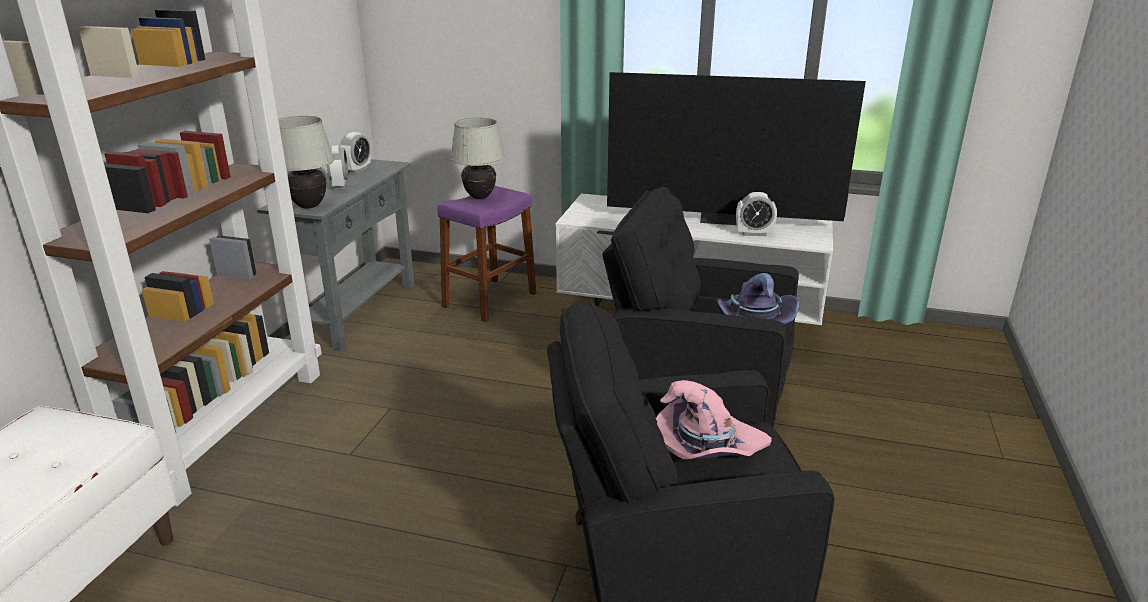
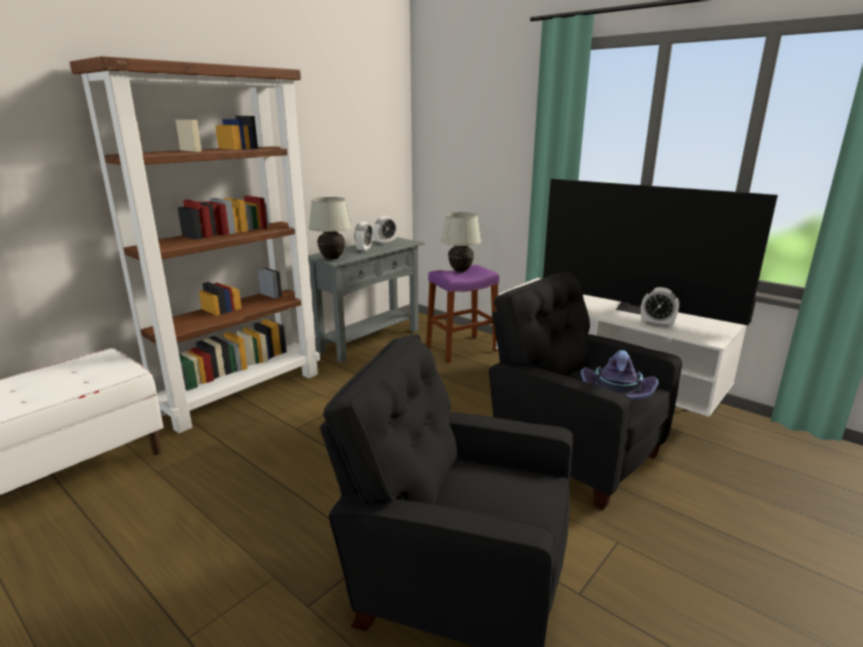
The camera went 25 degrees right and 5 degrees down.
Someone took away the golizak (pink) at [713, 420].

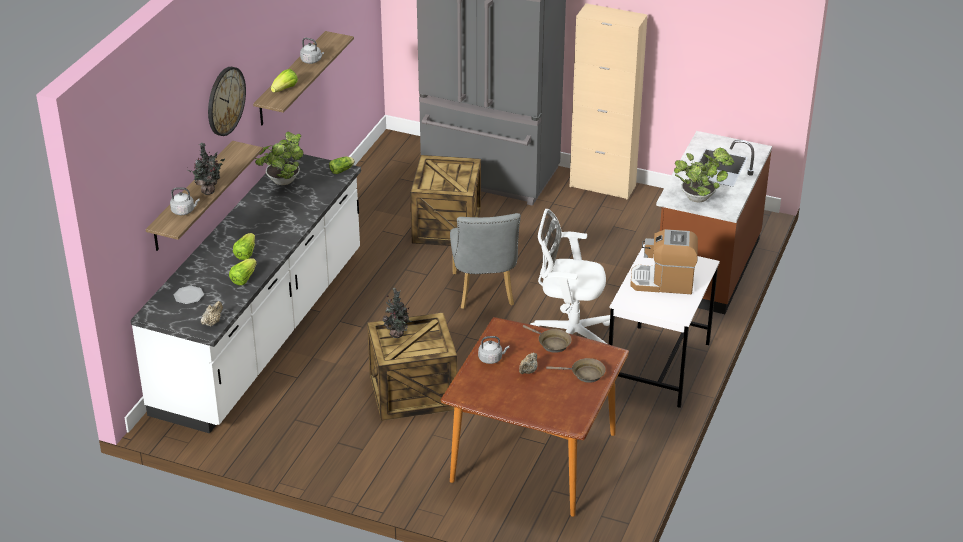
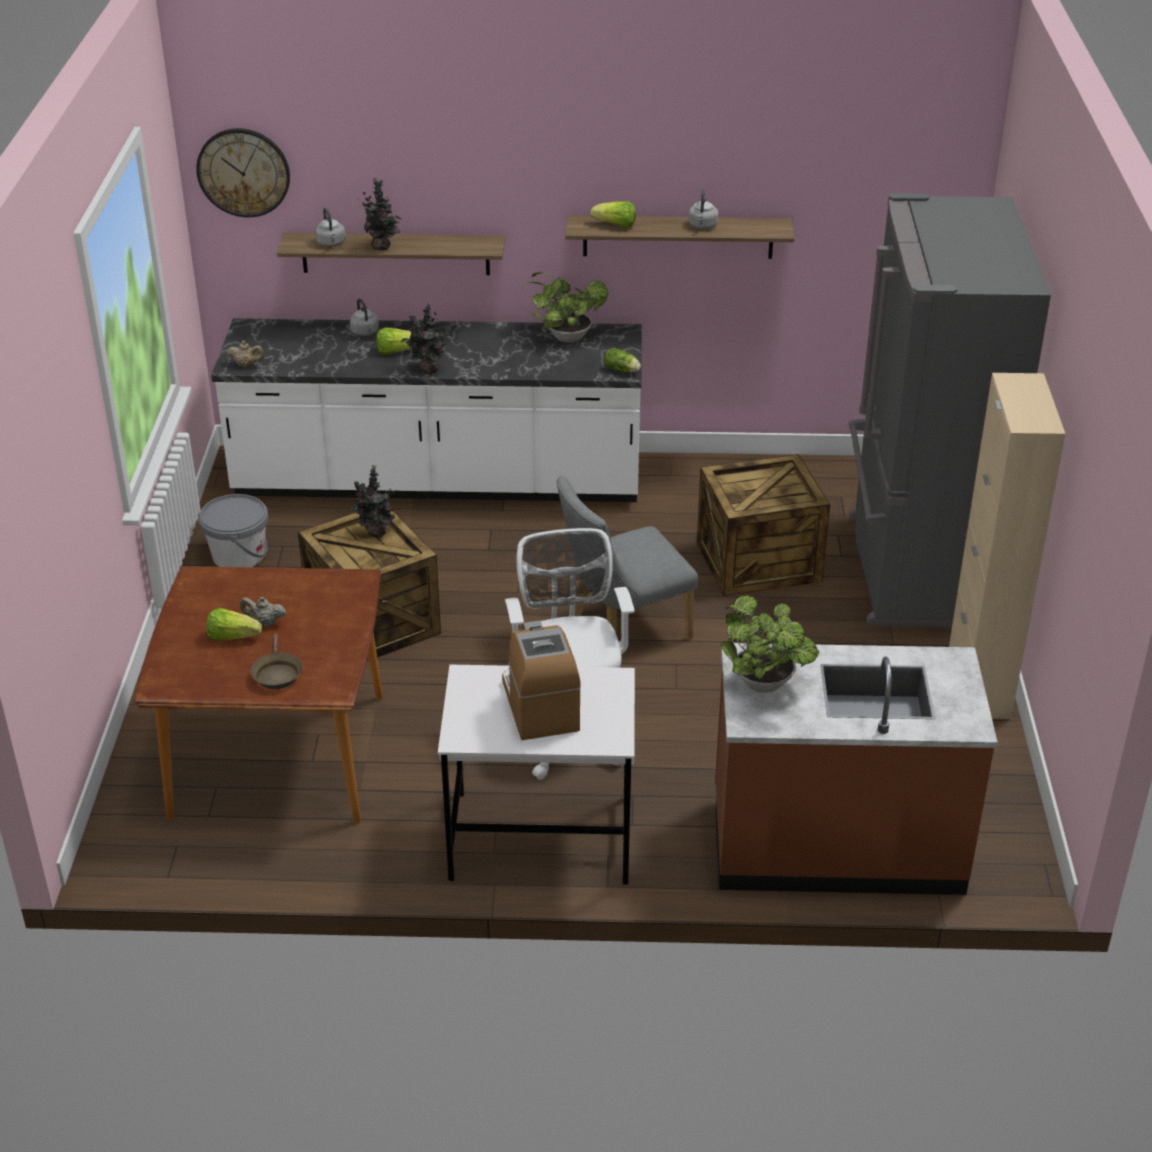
The camera went 70 degrees right and 0 degrees up.
Someone took away the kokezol at [189, 295].
Someone took away the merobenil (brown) at [547, 339].
Someone put down the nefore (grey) at [233, 530].
Someone put down the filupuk at [426, 338].
Someone carried the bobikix from [227, 101] to [243, 172].
Someone carried the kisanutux from [243, 271] to [234, 624].
Someone carried the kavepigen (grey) from [493, 350] to [364, 317].

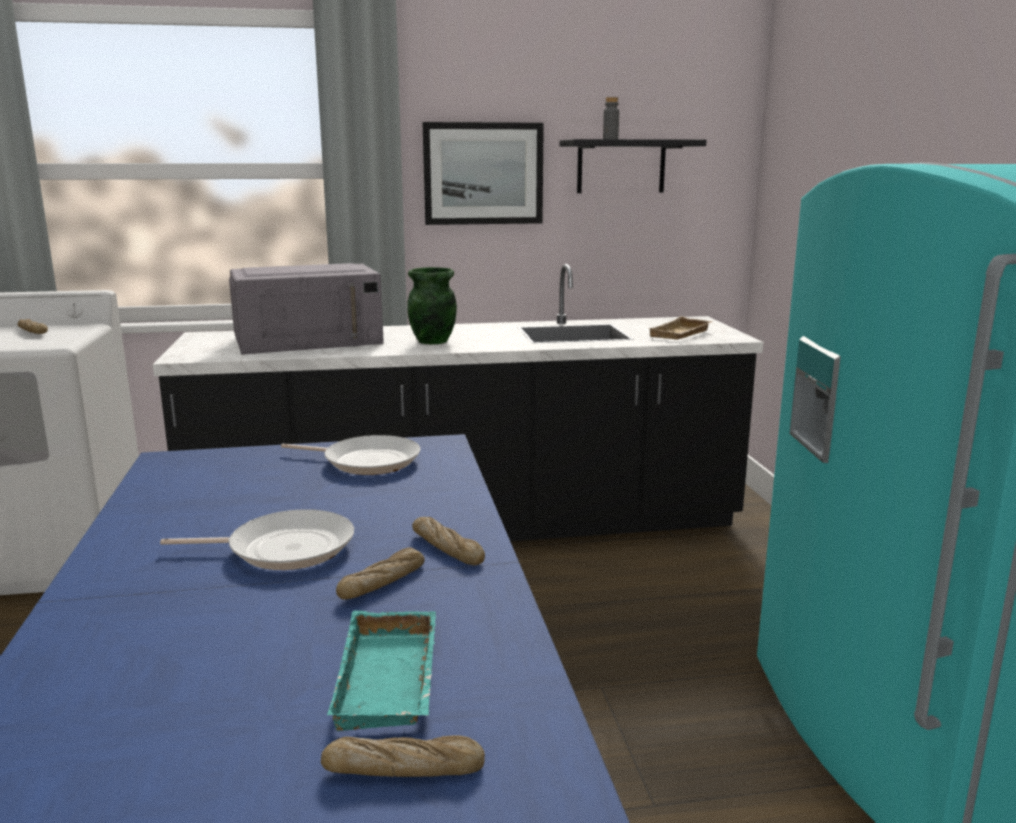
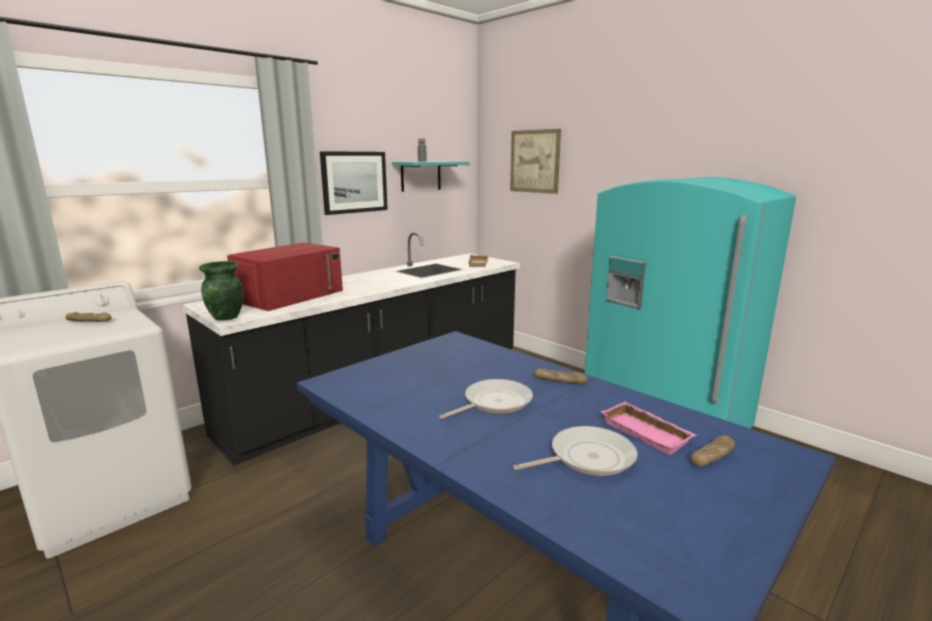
The camera went 35 degrees left and 0 degrees up.
Someone took away the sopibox at [380, 574].
Someone put up the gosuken at [535, 161].
Someone carried the merobenil from [350, 455] to [575, 451].
Someone carried the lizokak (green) from [432, 305] to [221, 291].
Someone repainted the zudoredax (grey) at [306, 309], which became the zudoredax (red) at [285, 277].
Someone repainted the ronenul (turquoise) at [381, 671], which became the ronenul (pink) at [648, 429].
Someone repainted the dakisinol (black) at [632, 166], which became the dakisinol (turquoise) at [431, 177].

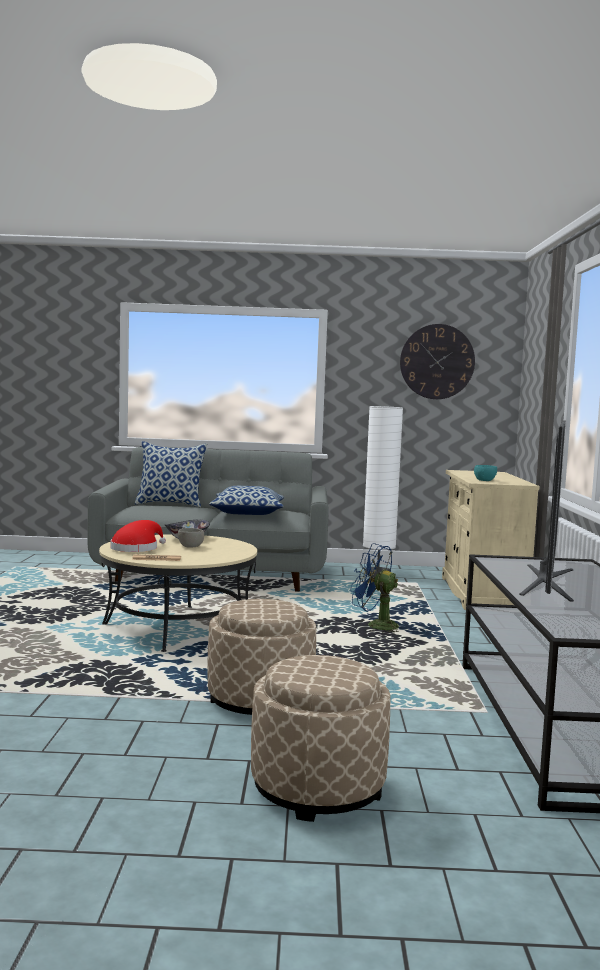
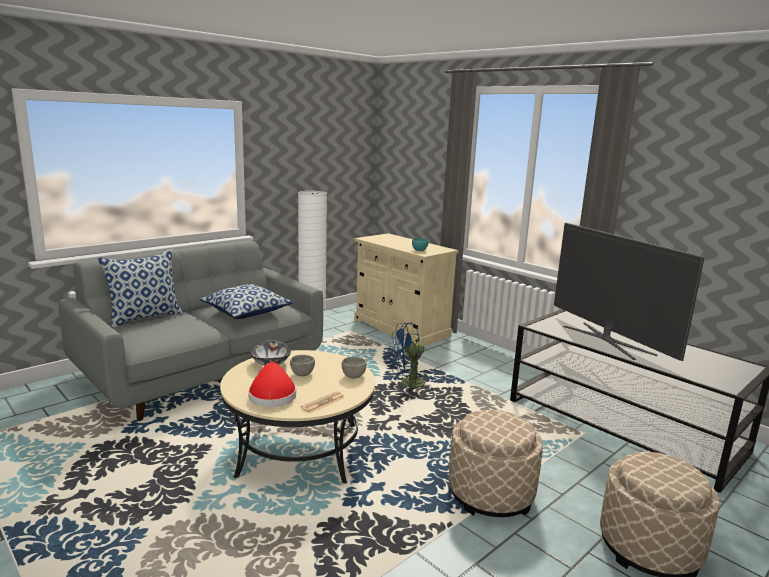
The camera went 45 degrees left and 10 degrees up.
Someone took away the bobikix at [437, 361].
Someone put down the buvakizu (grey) at [354, 368].

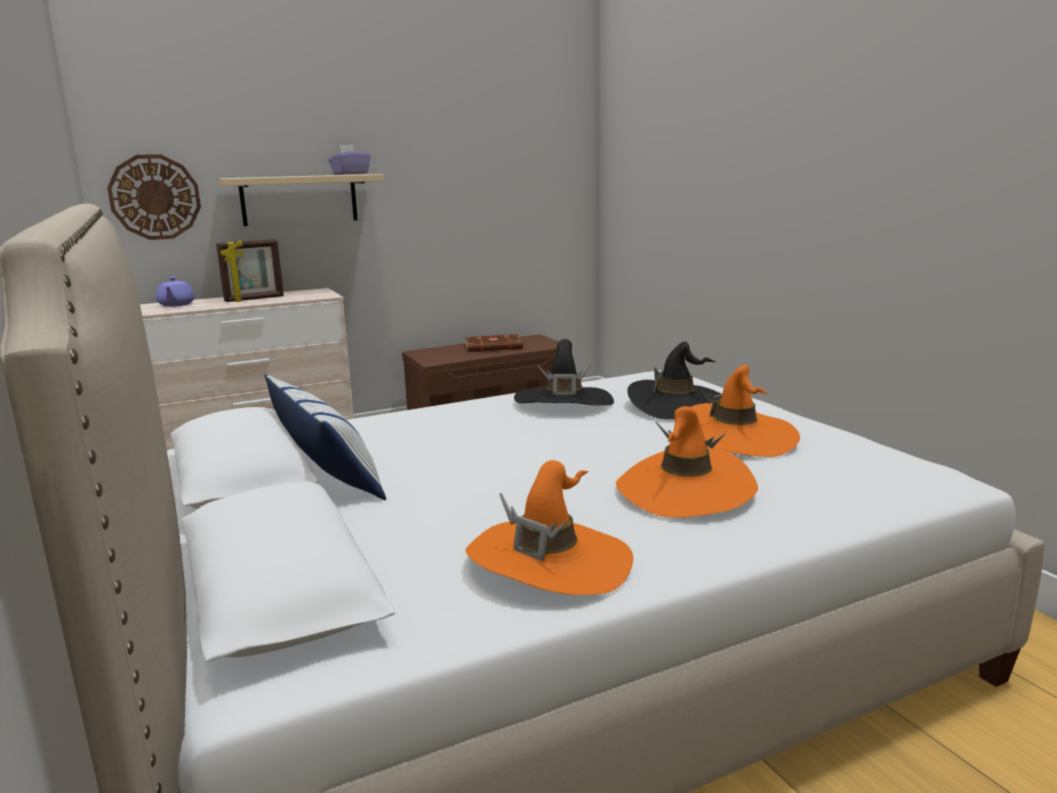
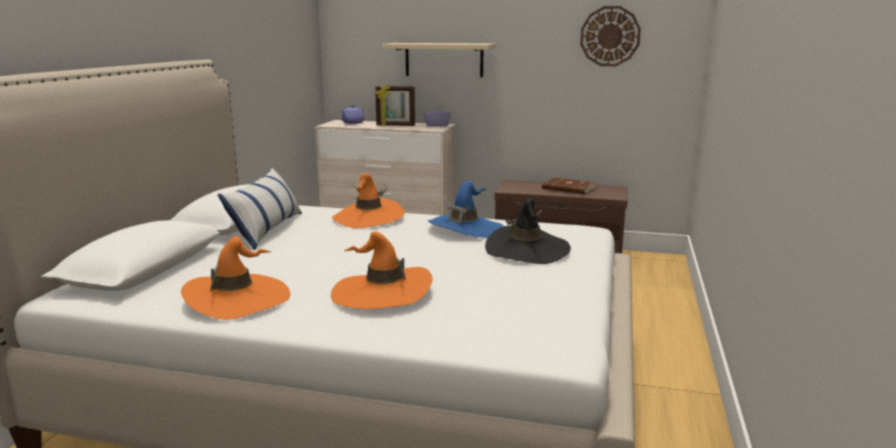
The camera went 40 degrees right and 0 degrees up.
Someone carried the bobikix from [154, 197] to [610, 36].
Someone carried the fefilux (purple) from [349, 160] to [437, 116].
Someone carried the golizak (orange) from [745, 411] to [368, 200].
Someone repainted the golizak (black) at [564, 372], which became the golizak (blue) at [465, 209].

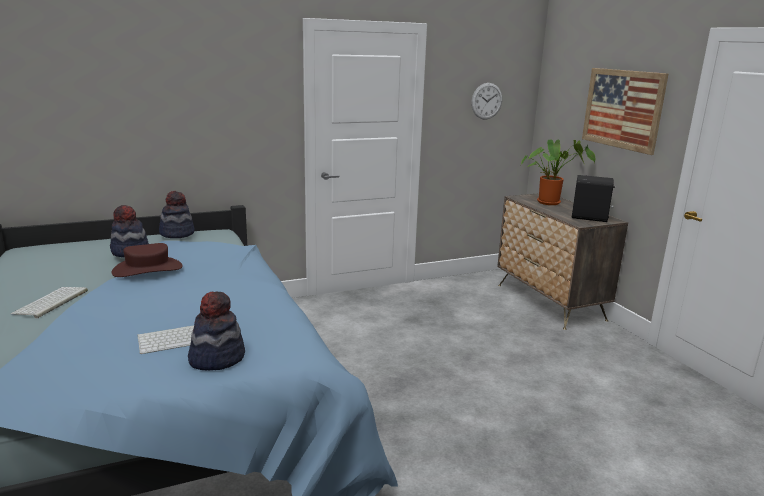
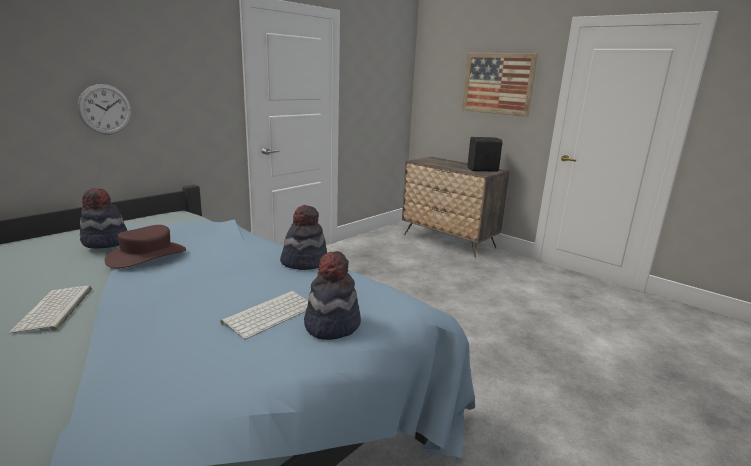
The camera went 25 degrees left and 0 degrees up.
Someone took away the filupuk at [558, 172].
Someone carried the golizak from [177, 214] to [303, 237].
Someone carried the bobikix from [486, 101] to [104, 109].

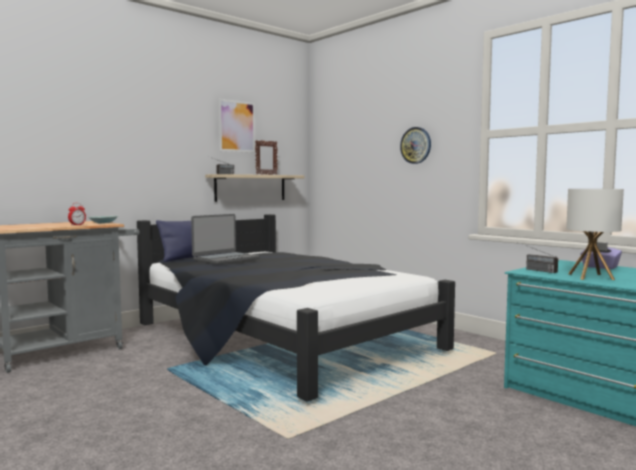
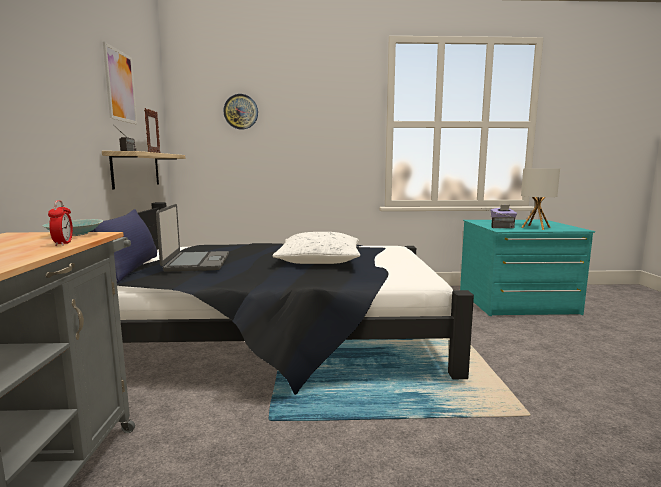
The camera went 50 degrees left and 5 degrees up.
Someone put down the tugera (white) at [316, 248].
Someone carried the bobikix from [415, 145] to [240, 111].

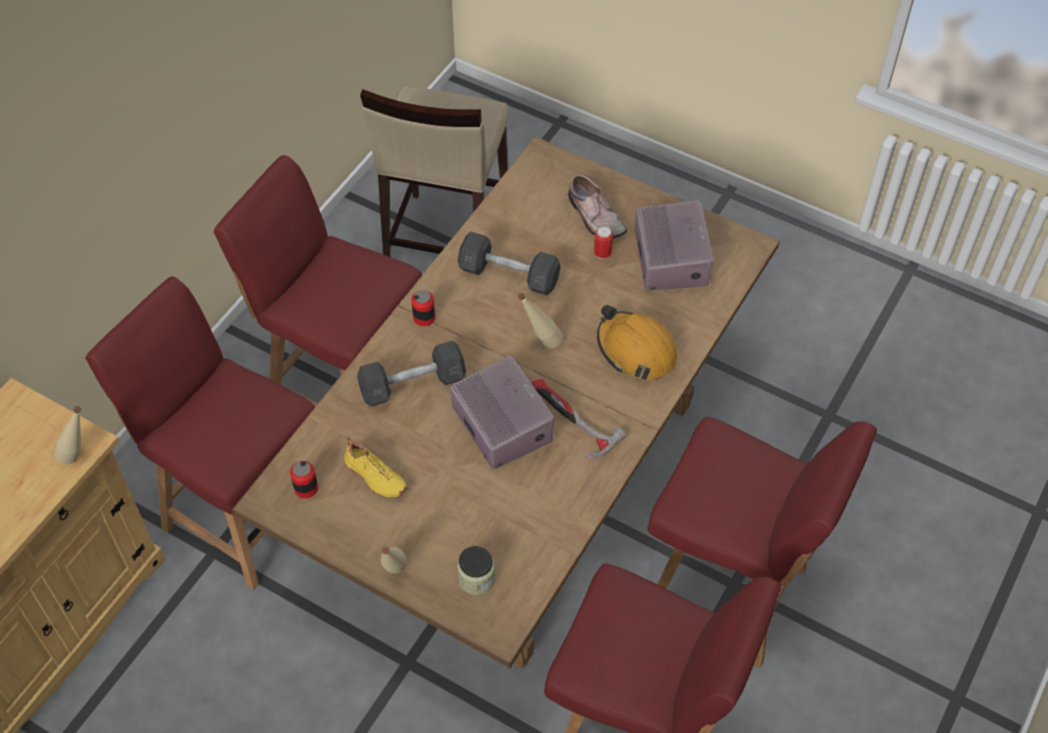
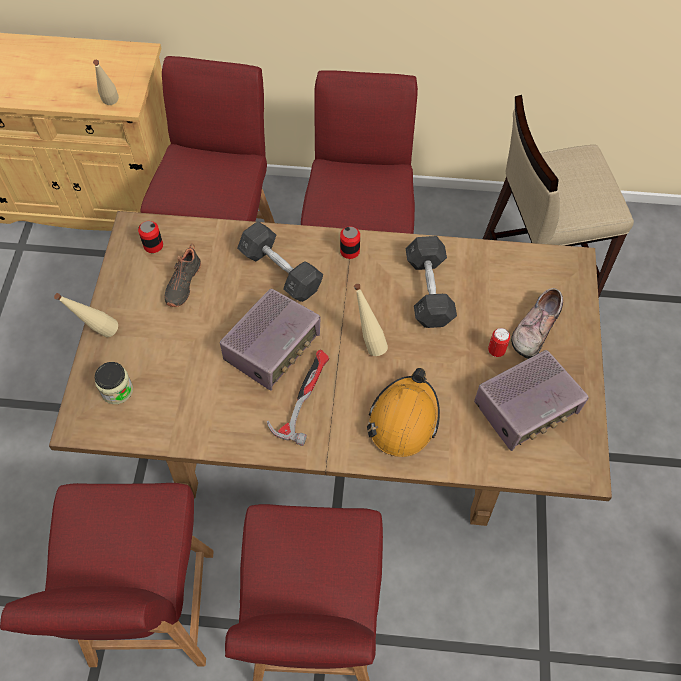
The camera went 65 degrees right and 5 degrees up.
Someone repainted the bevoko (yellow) at [376, 468], which became the bevoko (black) at [182, 275].

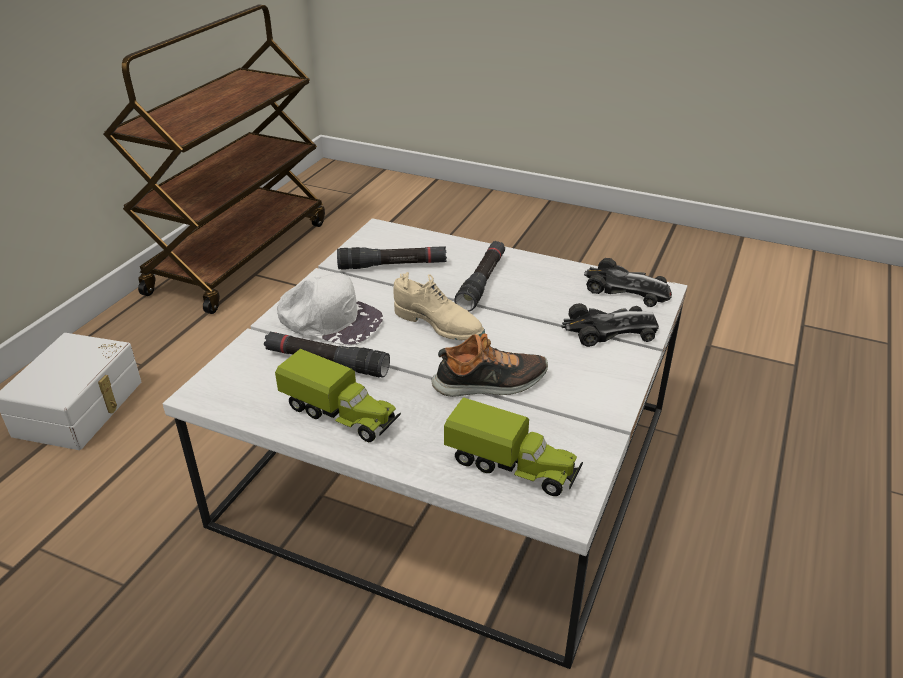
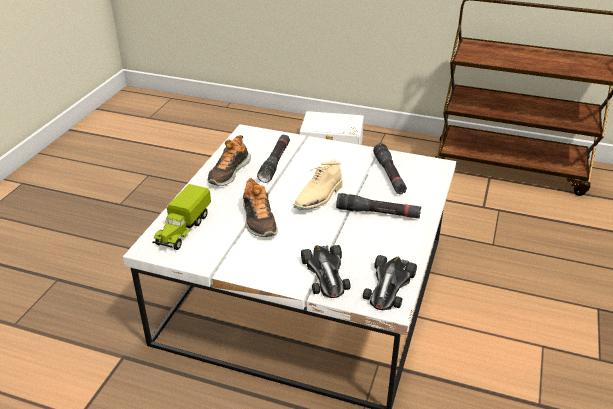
The camera went 85 degrees right and 0 degrees up.
Someone took away the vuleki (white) at [330, 309].
Someone swapped the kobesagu at [338, 395] for the bevoko at [229, 160].

